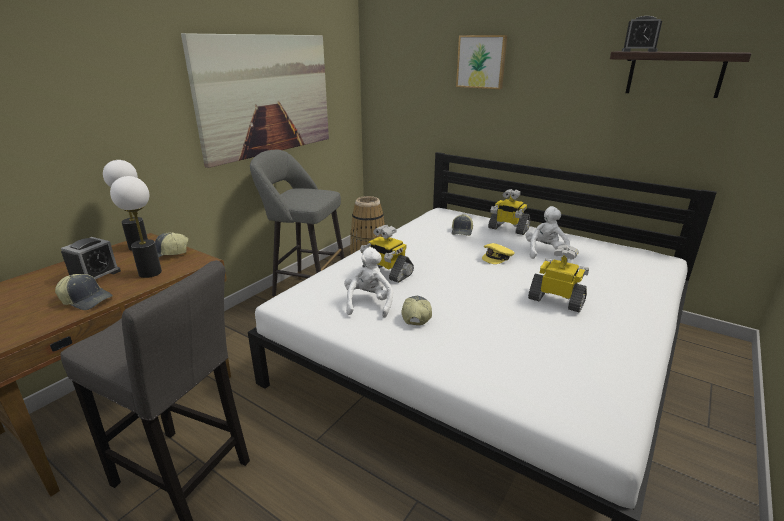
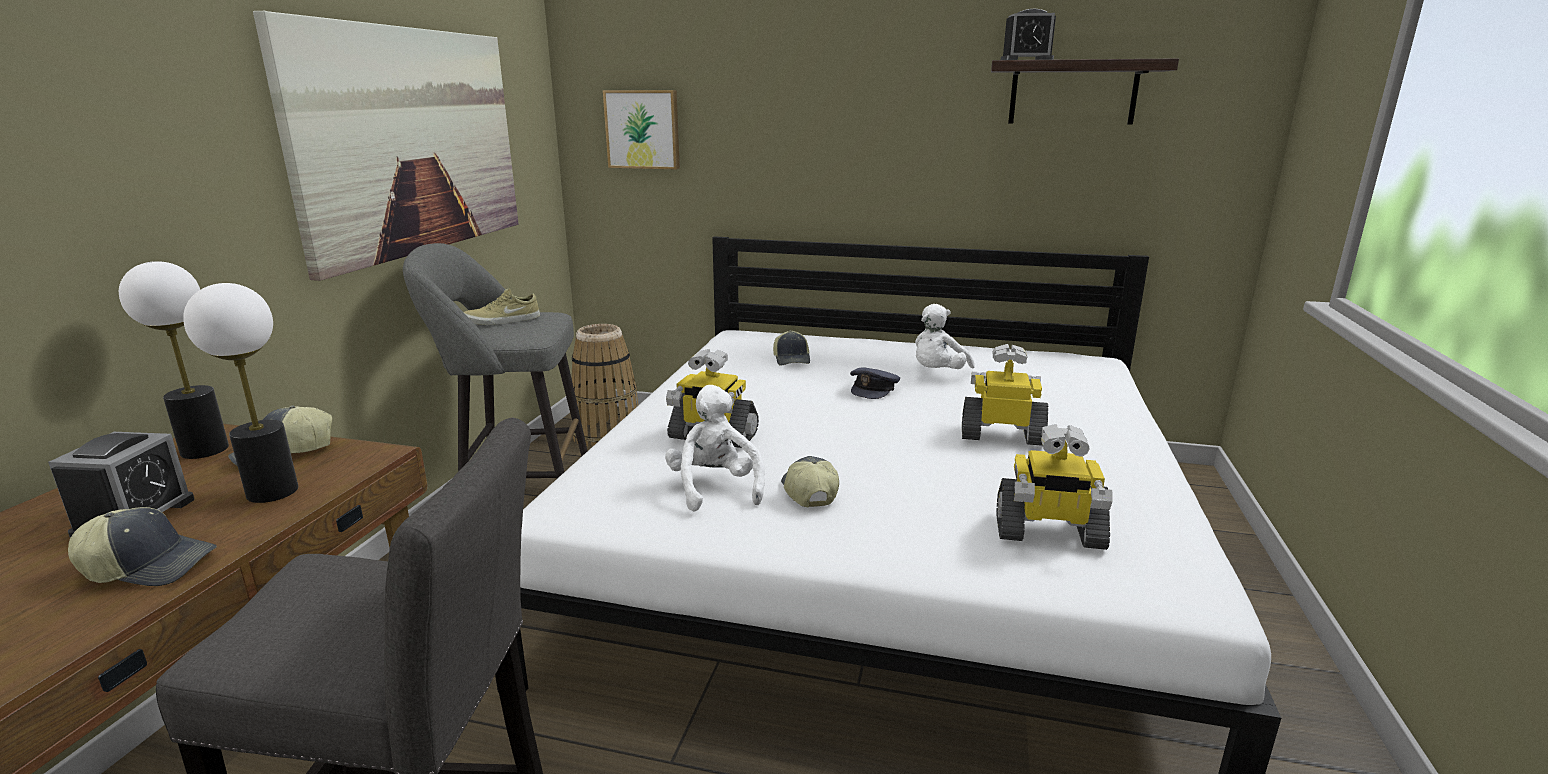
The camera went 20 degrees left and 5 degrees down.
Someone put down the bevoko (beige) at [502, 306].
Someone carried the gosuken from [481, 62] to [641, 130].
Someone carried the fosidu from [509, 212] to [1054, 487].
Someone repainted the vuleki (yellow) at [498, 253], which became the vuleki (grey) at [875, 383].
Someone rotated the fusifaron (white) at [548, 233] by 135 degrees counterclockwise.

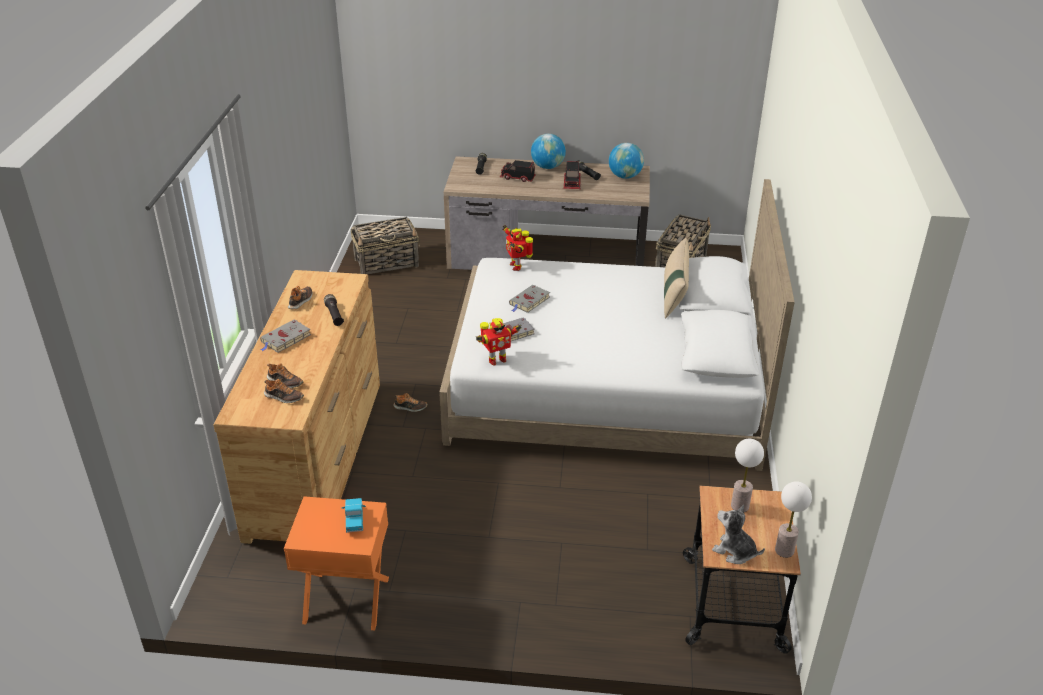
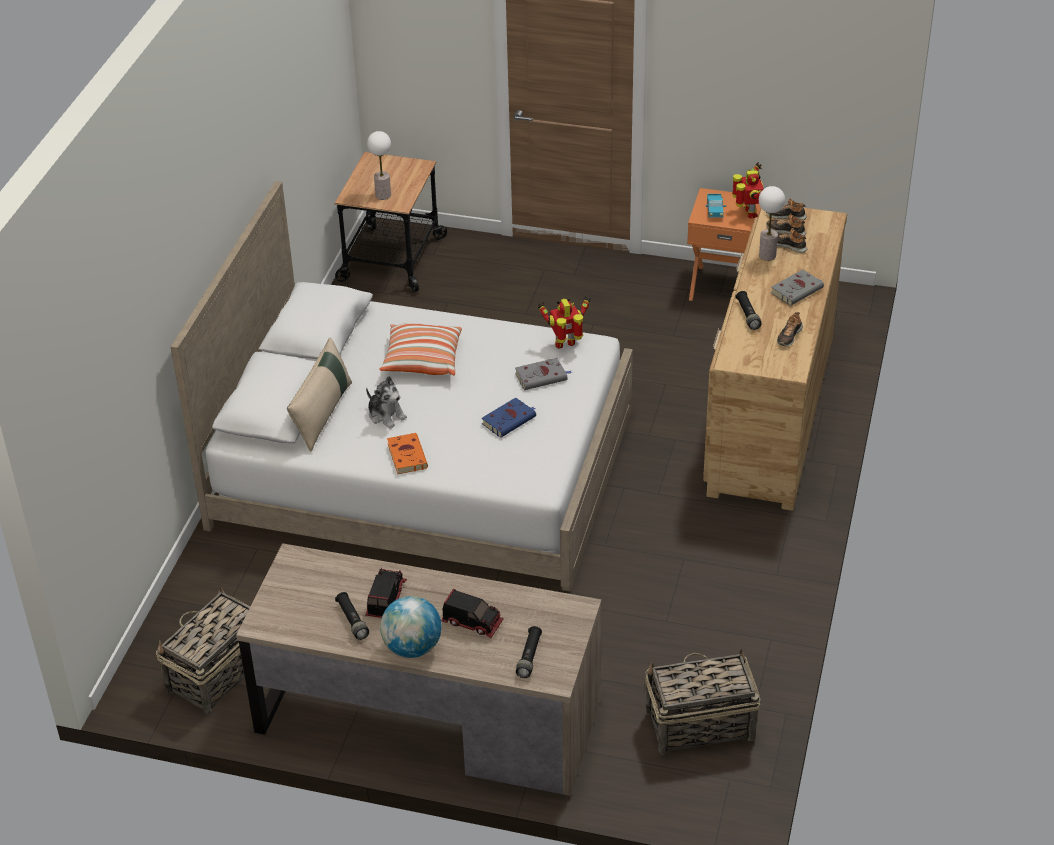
The camera went 170 degrees left and 5 degrees up.
Someone took away the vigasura at [626, 161].
Someone put down the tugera at [420, 349].
Someone put down the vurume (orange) at [407, 453].
Someone carried the bevoko from [410, 402] to [786, 209].
Someone carried the fosidu from [517, 248] to [748, 190].
Someone carried the fusifaron from [738, 534] to [386, 402].
Someone carried the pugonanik from [793, 519] to [772, 223].
Someone repainted the vurume (grey) at [529, 299], which became the vurume (blue) at [508, 417].

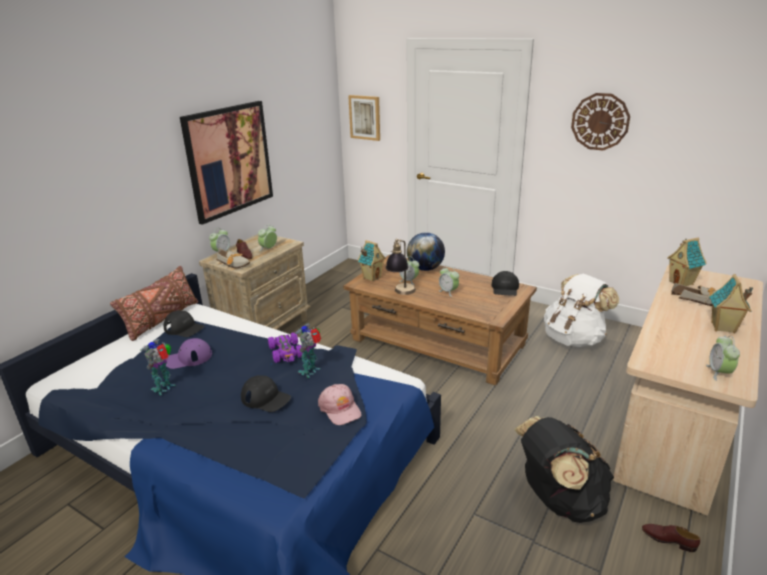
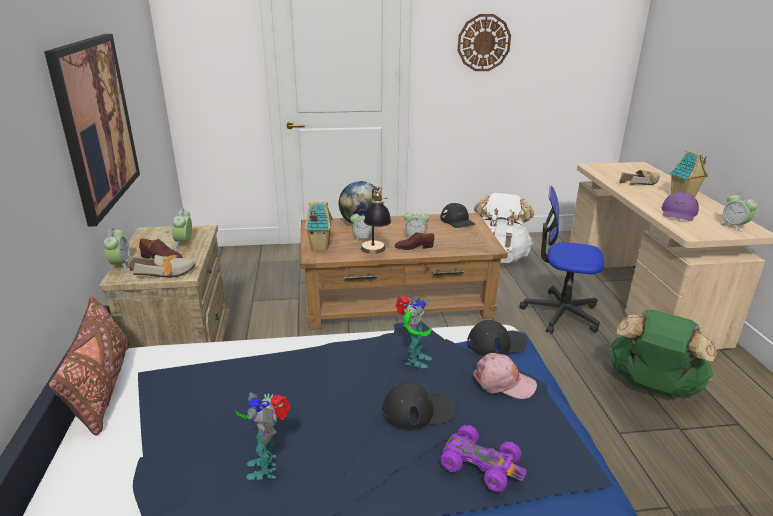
The camera went 40 degrees left and 0 degrees up.
Someone took away the gosuken at [364, 118].
Someone took away the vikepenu at [686, 261].
Someone put down the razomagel at [562, 260].
Someone carried the vuleki (black) from [184, 323] to [497, 338].
Someone carried the vuleki (purple) from [188, 353] to [680, 206].
Someone carried the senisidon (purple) from [285, 347] to [483, 458].
Someone carried the bevoko (brown) from [671, 538] to [414, 241].
Someone repainted the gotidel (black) at [564, 469], which became the gotidel (green) at [663, 354].
Someone rotated the fosidu at [308, 350] by 150 degrees counterclockwise.

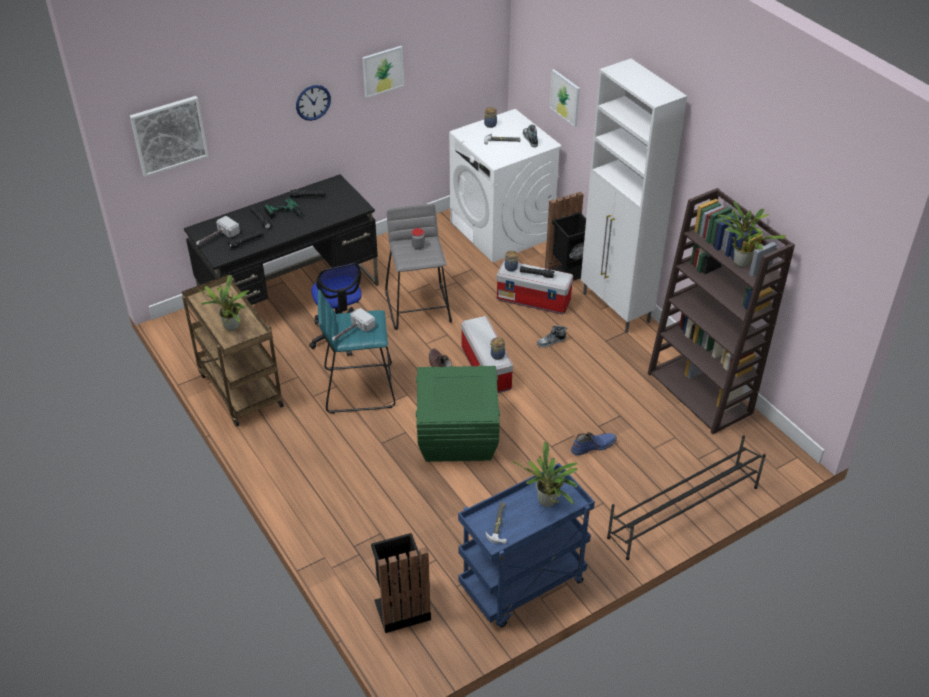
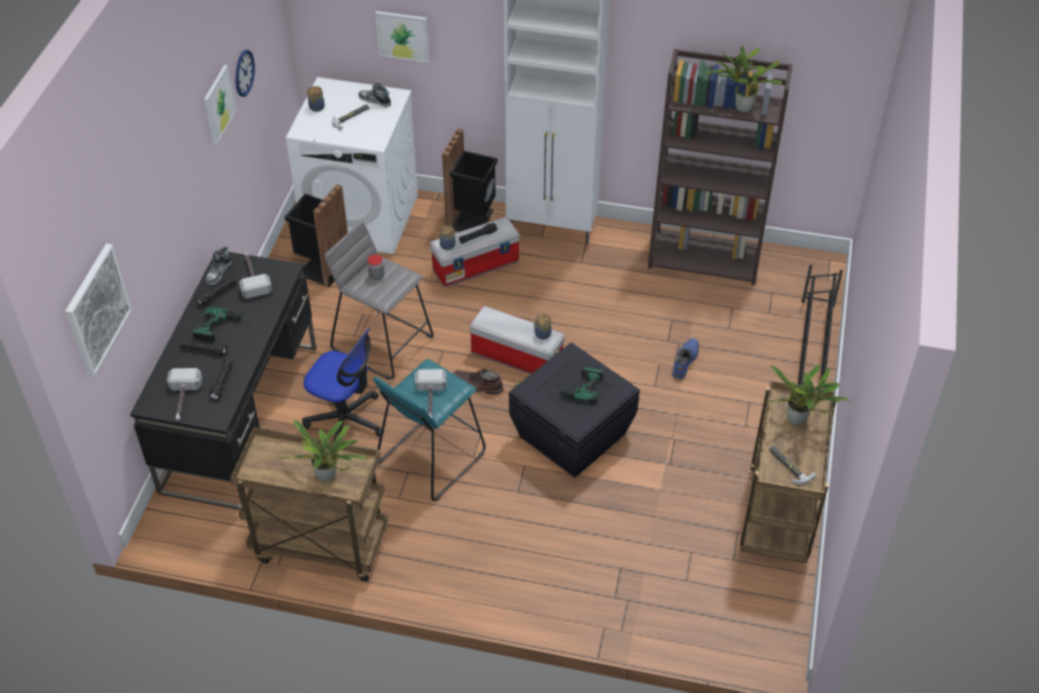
The camera went 45 degrees left and 5 degrees up.
Someone put down the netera at [255, 275].
Someone put down the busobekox at [577, 384].
Someone carried the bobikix from [313, 103] to [245, 73].
Someone carried the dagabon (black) from [401, 583] to [316, 235].
Someone carried the bevoko from [552, 337] to [218, 265].
Someone repainted the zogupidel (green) at [458, 413], which became the zogupidel (black) at [574, 410].
Someone repainted the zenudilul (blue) at [526, 545], which became the zenudilul (brown) at [788, 472].

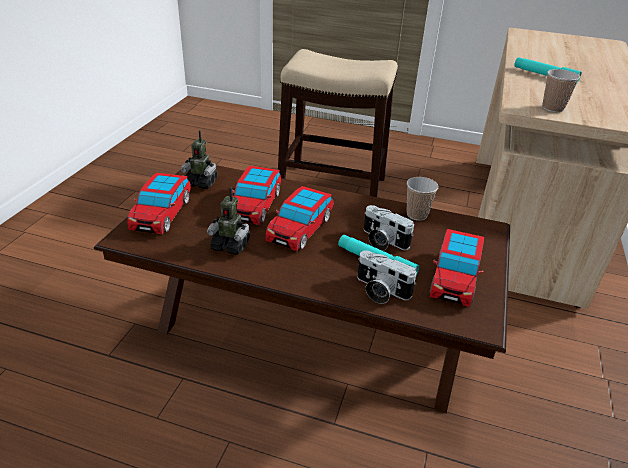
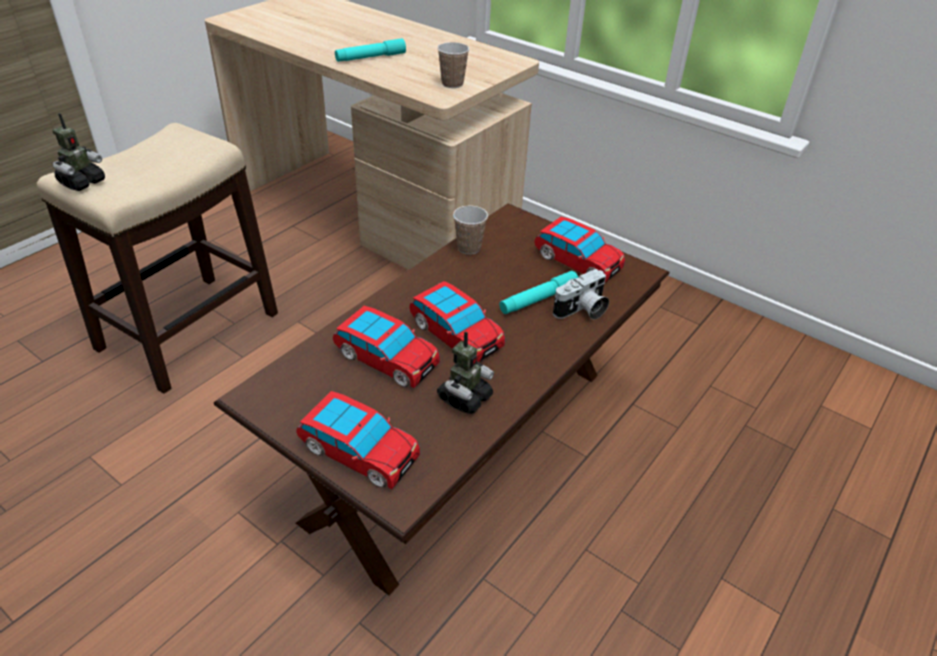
The camera went 70 degrees left and 5 degrees up.
Someone took away the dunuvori at [389, 228].
Someone carried the fosidu from [199, 159] to [78, 152].

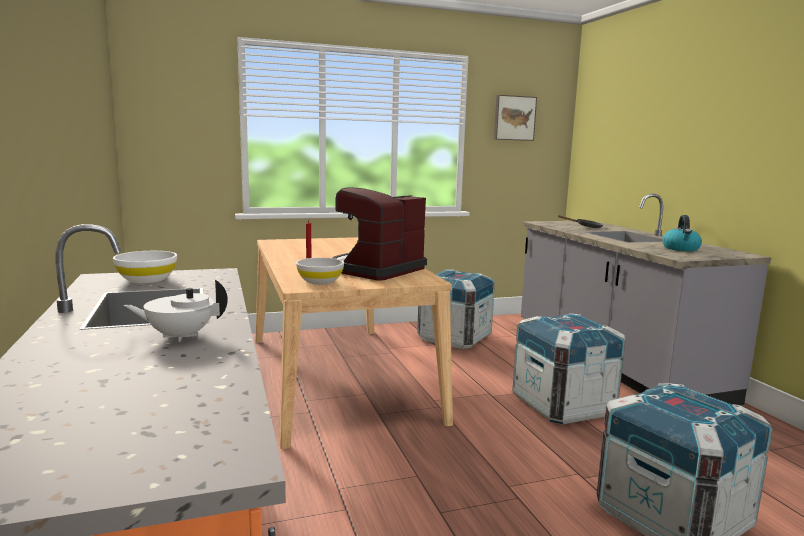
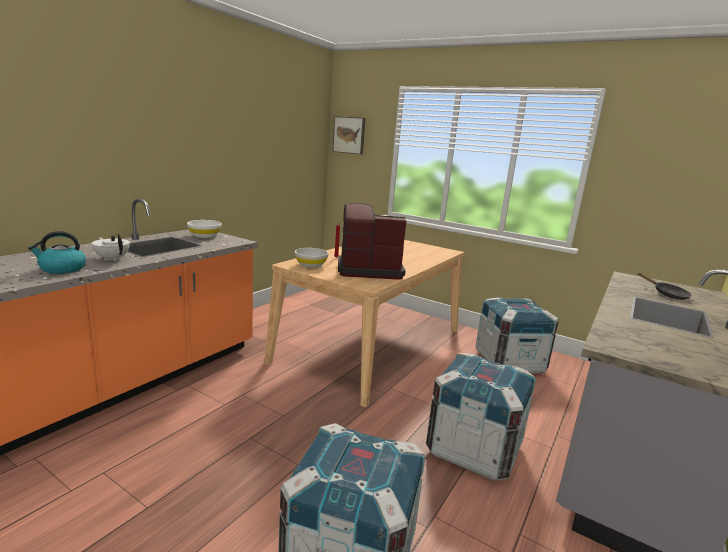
The camera went 50 degrees right and 5 degrees up.
Someone carried the gosuken from [515, 118] to [349, 135].
Someone carried the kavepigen from [682, 233] to [57, 252].

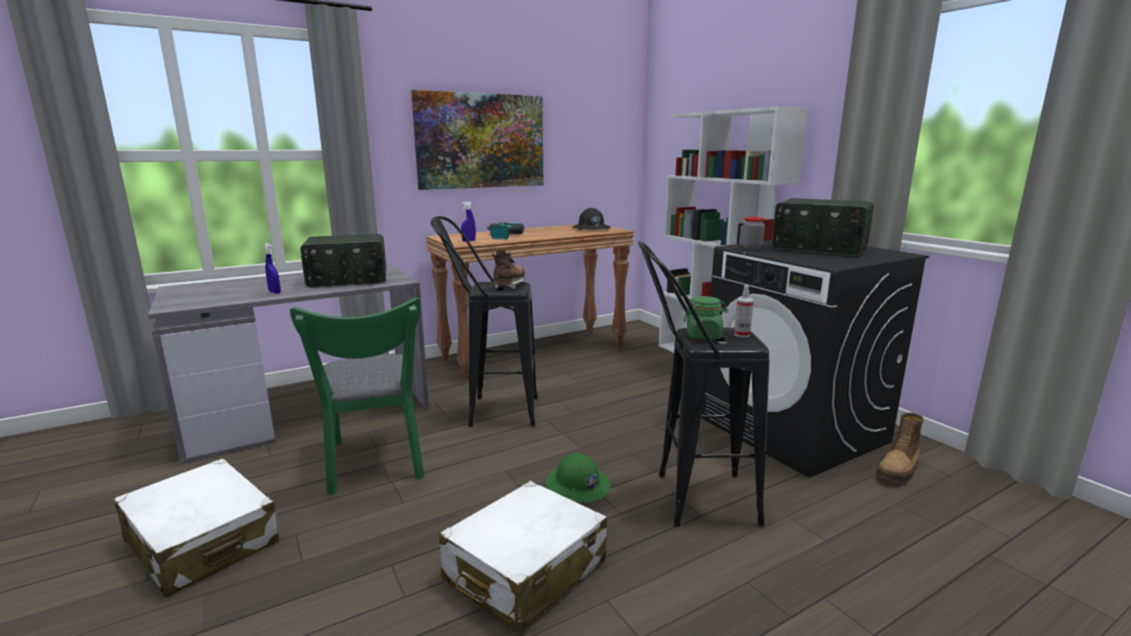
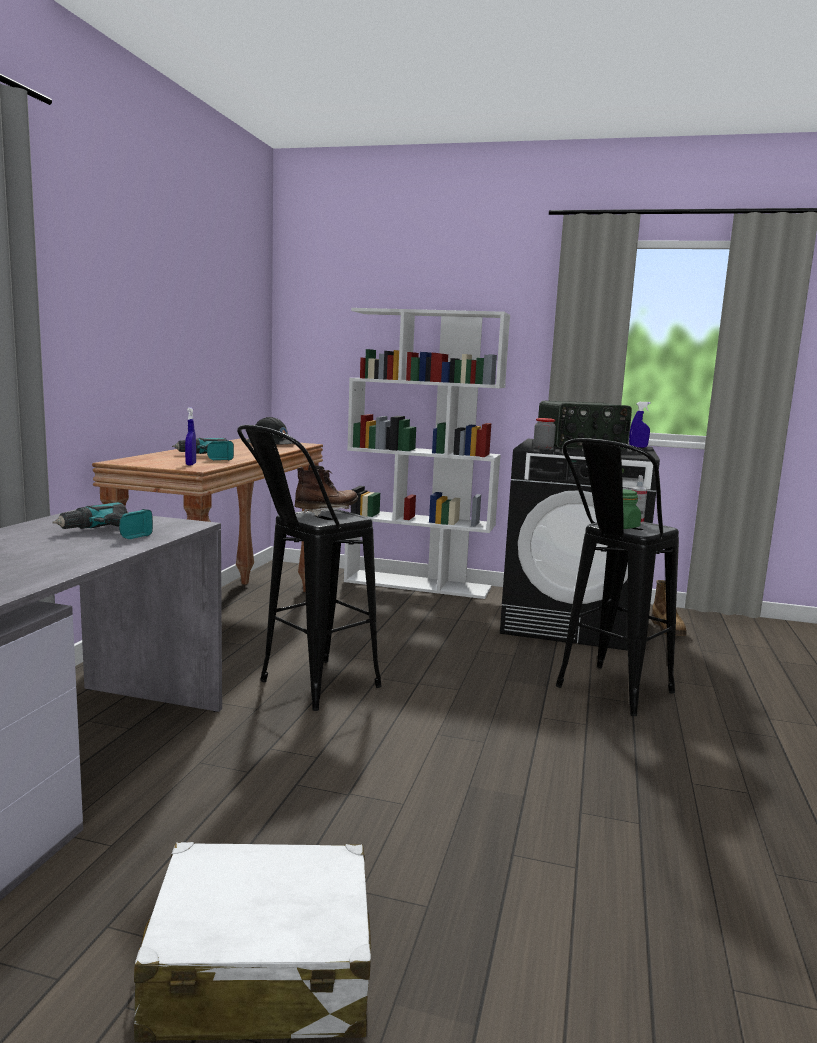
The camera went 45 degrees left and 5 degrees down.
Someone took away the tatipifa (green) at [357, 396].
Someone took away the gosuken at [477, 140].
Someone took away the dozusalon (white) at [523, 557].
Someone took away the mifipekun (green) at [578, 478].
Someone carried the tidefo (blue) from [272, 269] to [640, 425].
Someone swapped the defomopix at [343, 261] for the busobekox at [102, 520].
Someone rotated the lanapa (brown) at [509, 269] by 75 degrees clockwise.

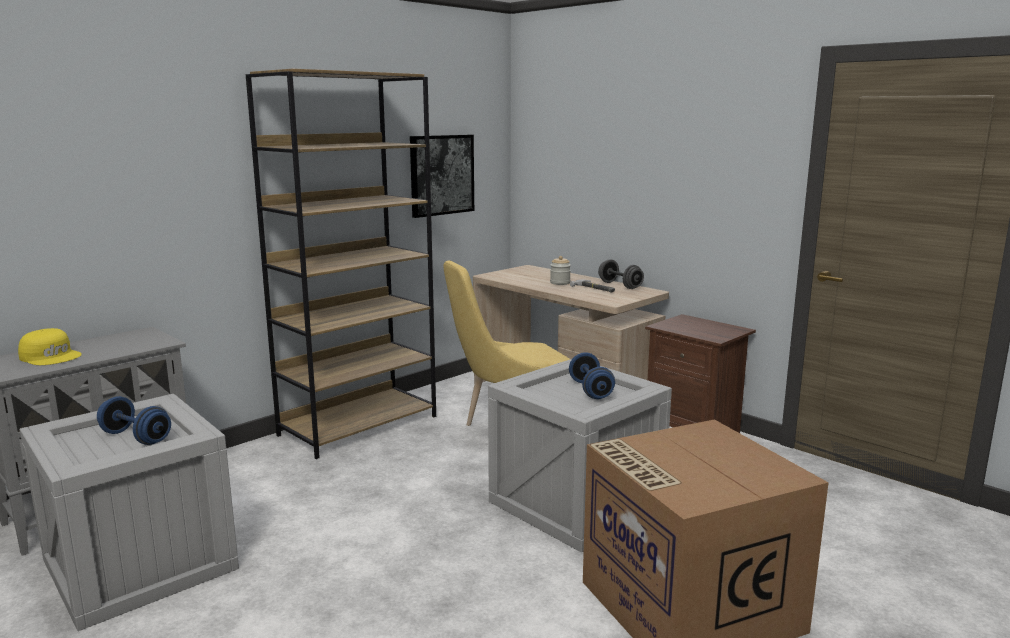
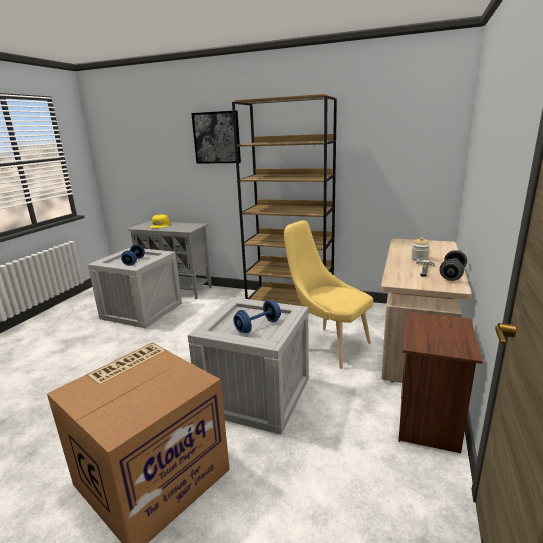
The camera went 65 degrees right and 5 degrees up.
Someone carried the gosuken from [442, 176] to [216, 137].

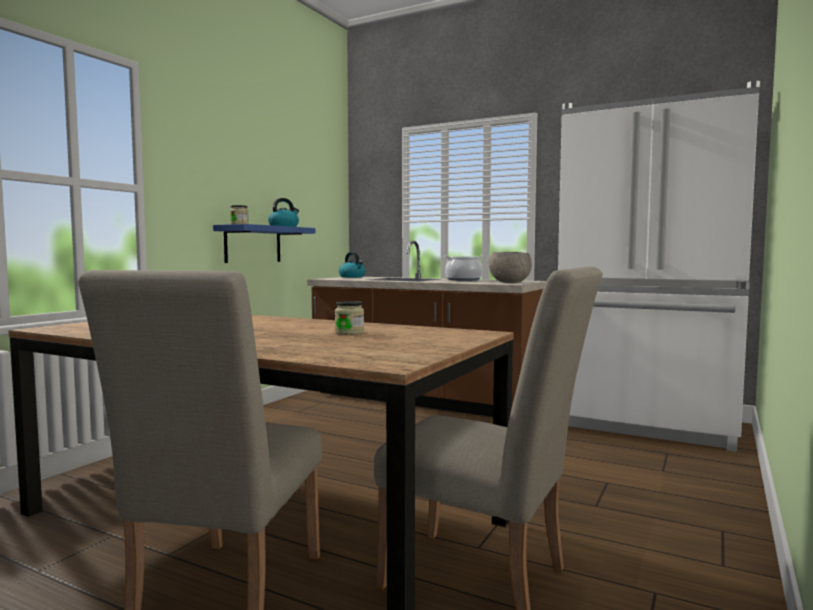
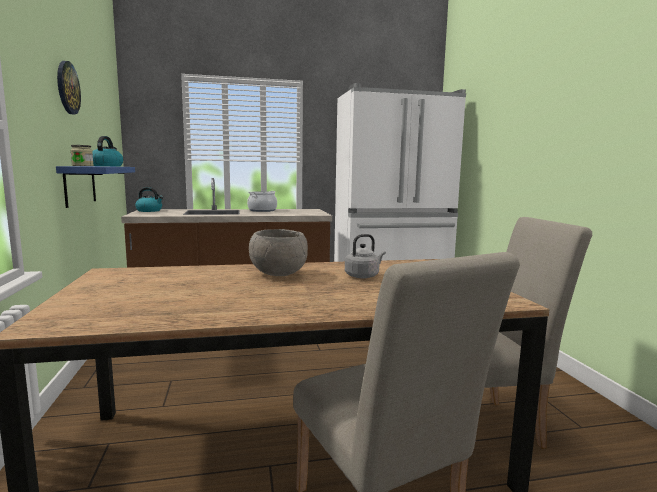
The camera went 40 degrees left and 5 degrees up.
Someone put up the bobikix at [69, 87].
Someone carried the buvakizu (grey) from [510, 267] to [278, 252].
Someone swapped the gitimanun at [349, 318] for the kavepigen (grey) at [365, 256].

